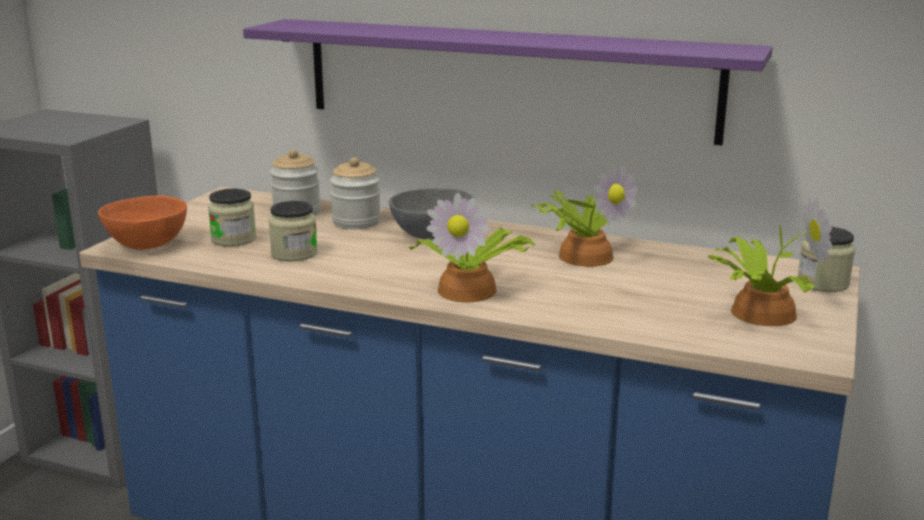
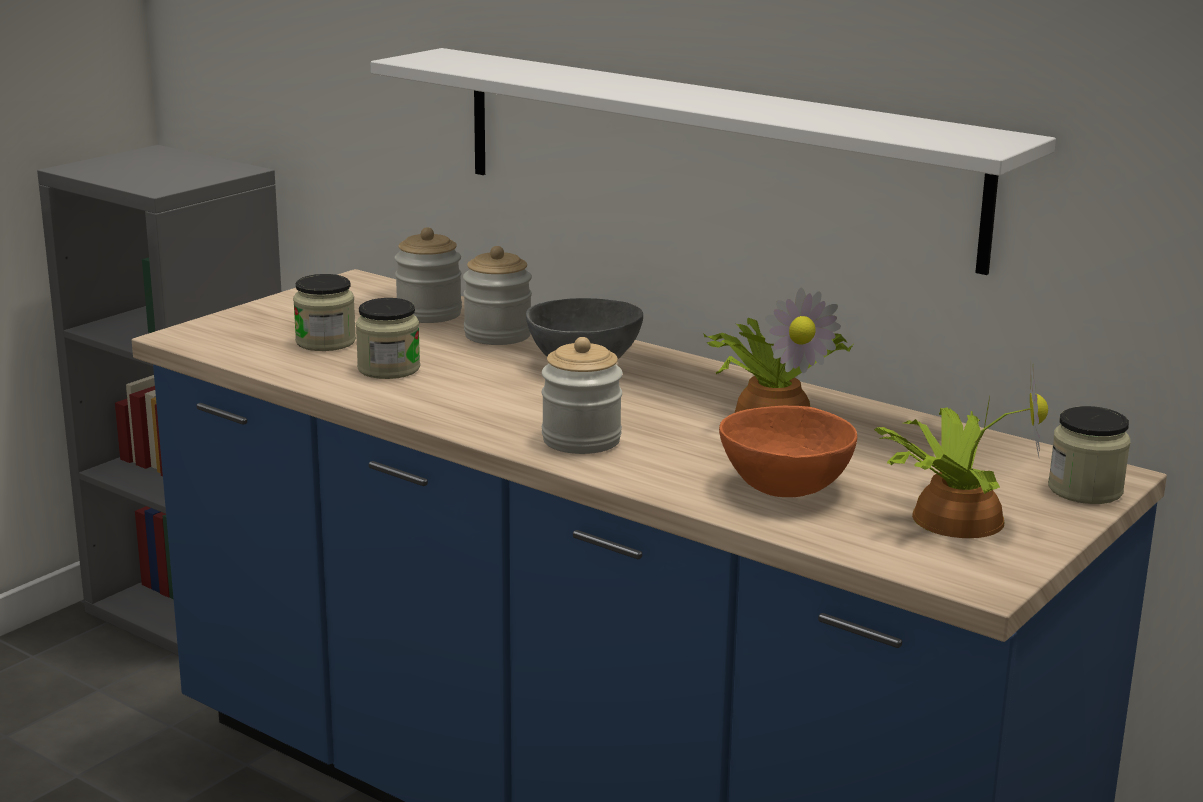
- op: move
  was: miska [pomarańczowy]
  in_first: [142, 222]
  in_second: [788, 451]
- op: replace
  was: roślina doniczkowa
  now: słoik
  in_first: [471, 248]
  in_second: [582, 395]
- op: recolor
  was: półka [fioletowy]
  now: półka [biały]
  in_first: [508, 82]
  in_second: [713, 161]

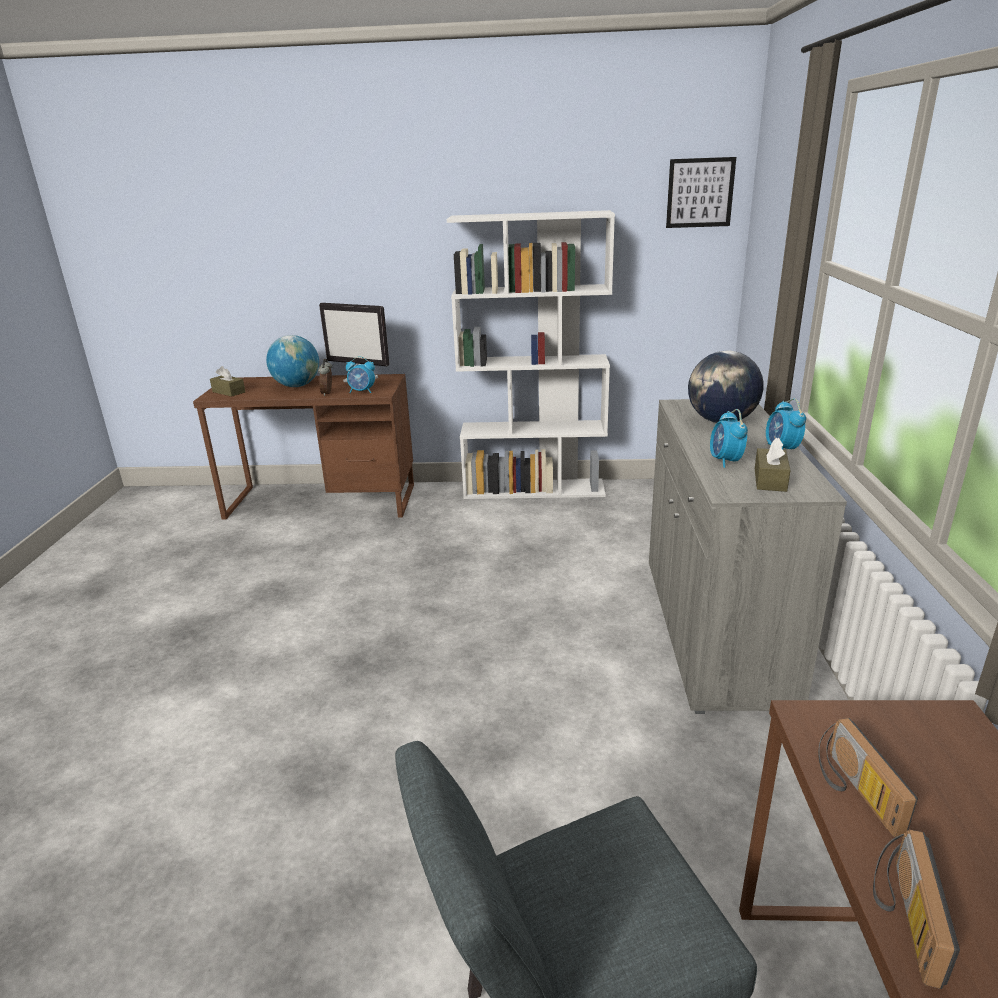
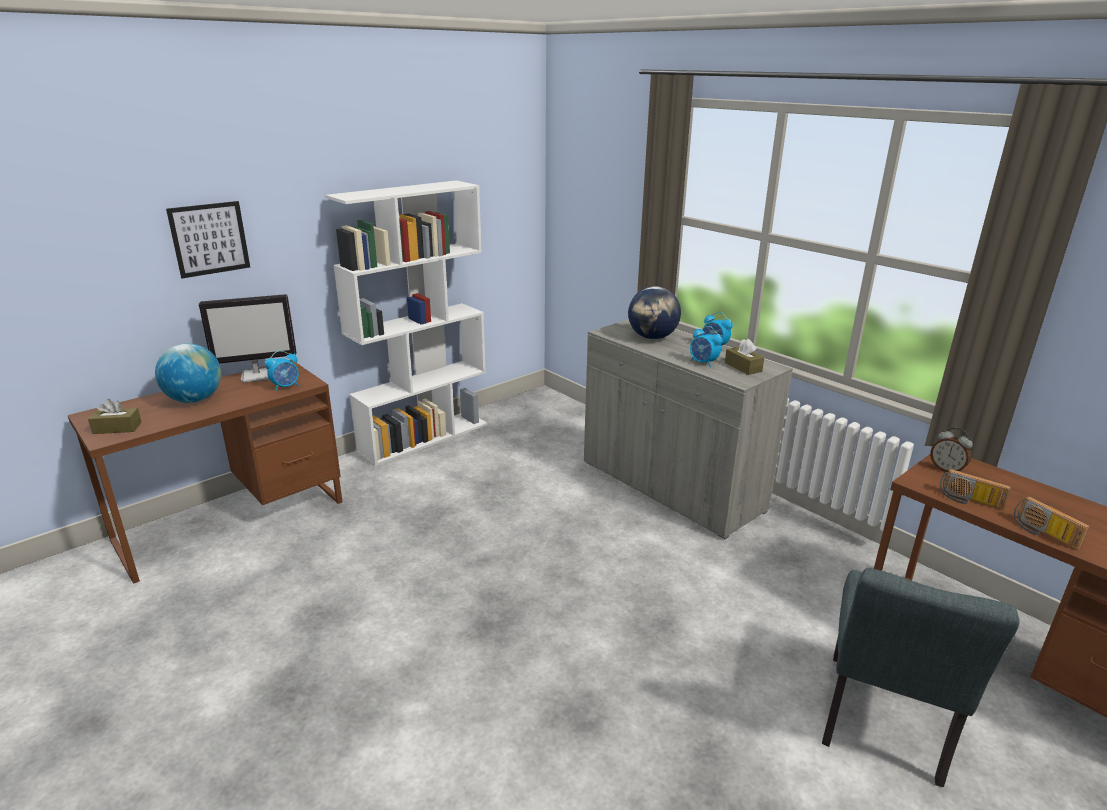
- op: move
  was: budzik
  in_first: [325, 377]
  in_second: [951, 449]
- op: move
  was: obraz
  in_first: [701, 192]
  in_second: [208, 239]

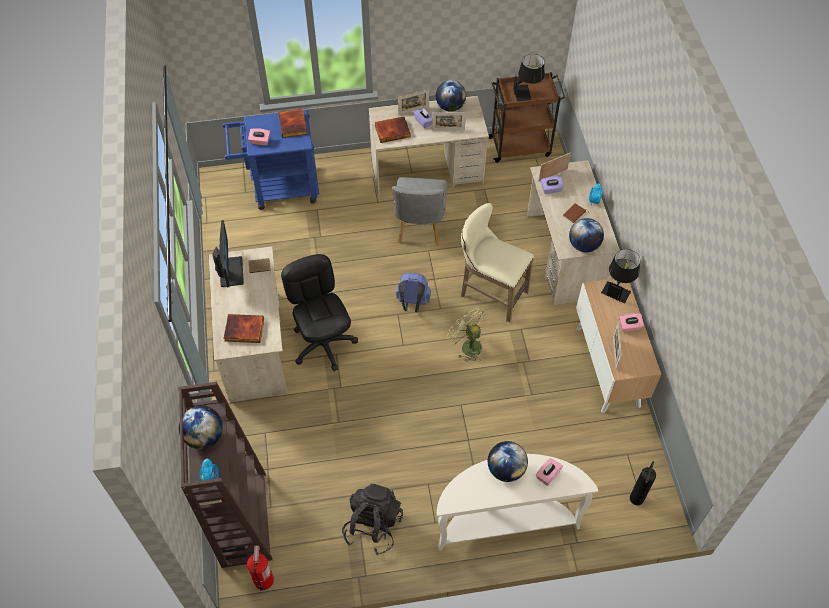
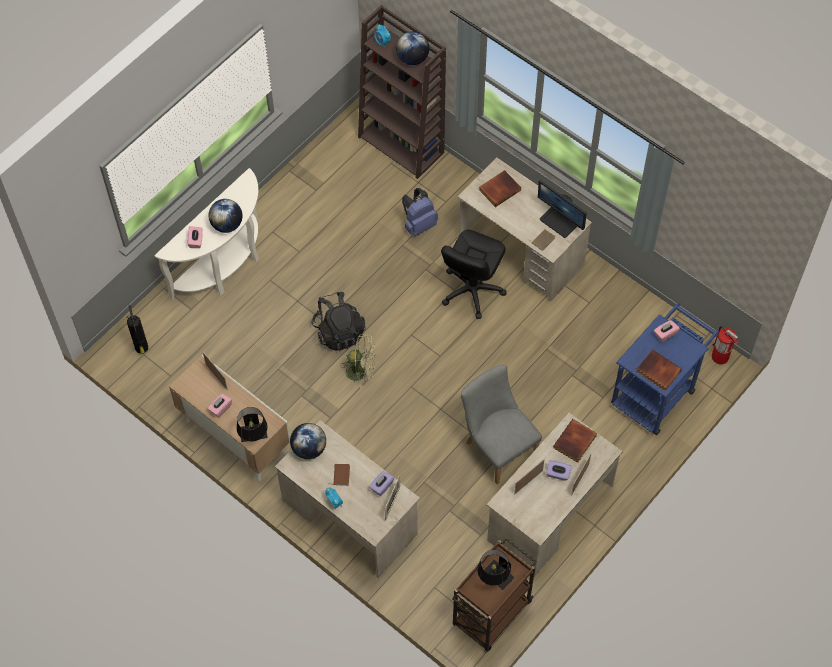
- op: delete
  was: globus
  in_first: [451, 96]
- op: delete
  was: stołek [beżowy]
  in_first: [497, 263]
- op: move
  was: gaśnica
  in_first: [260, 568]
  in_second: [725, 345]
- op: move
  was: plecak [czarny]
  in_first: [372, 519]
  in_second: [338, 321]
- op: move
  was: plecak [niebieski]
  in_first: [413, 293]
  in_second: [420, 212]
- op: rotate
  was: krzesło biurowe [czarny]
  in_first: [319, 312]
  in_second: [474, 274]
  clockwise: 90

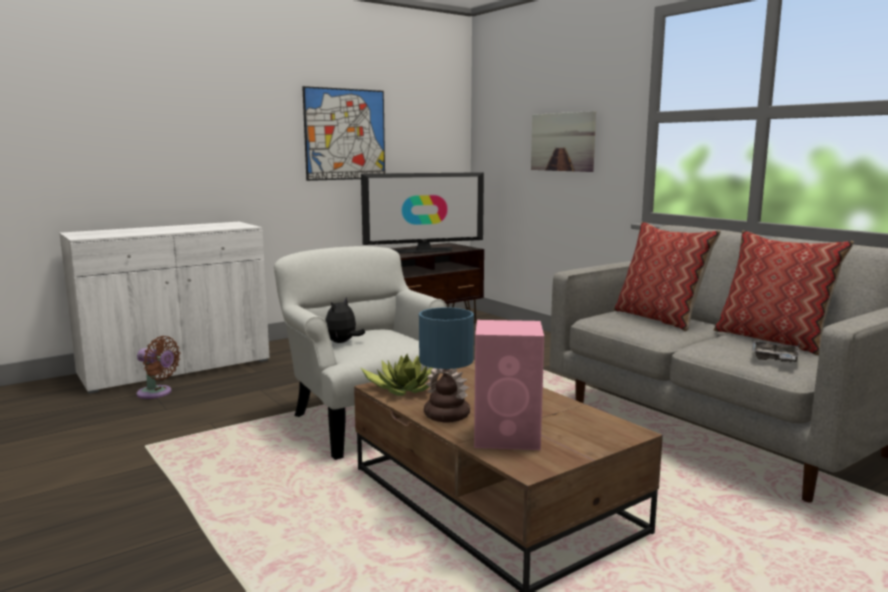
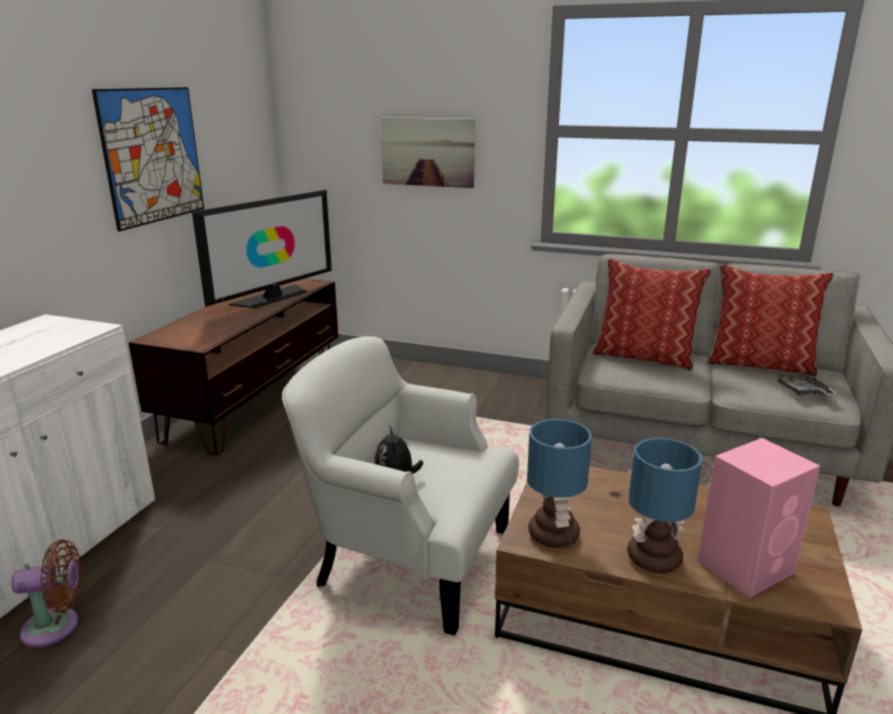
- op: replace
  was: roślina doniczkowa
  now: lampa stołowa
  in_first: [397, 375]
  in_second: [559, 483]

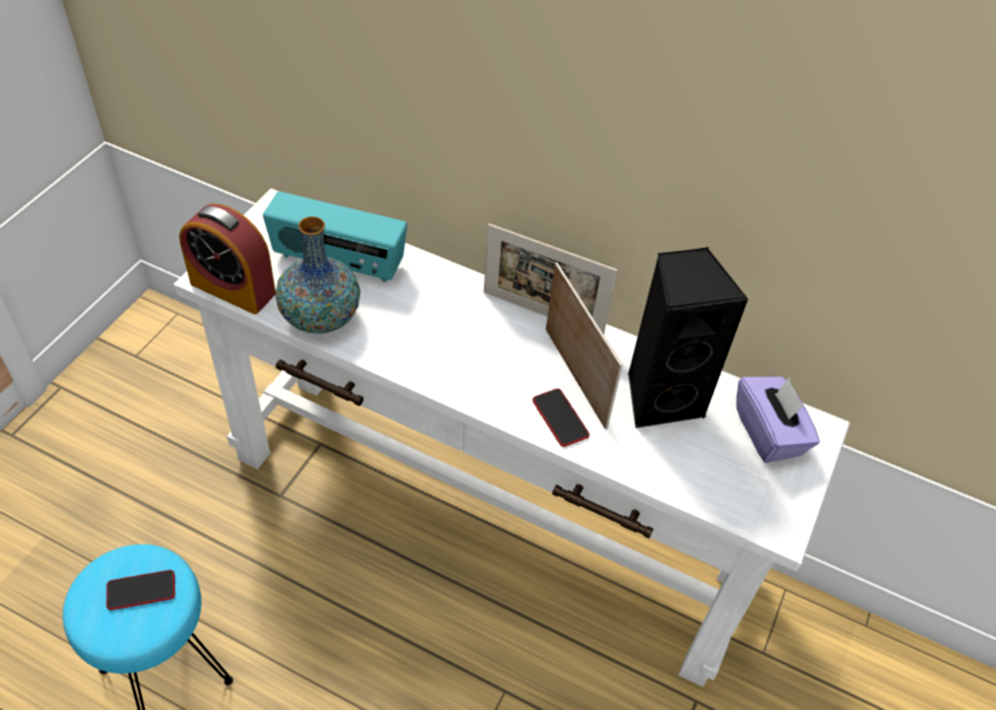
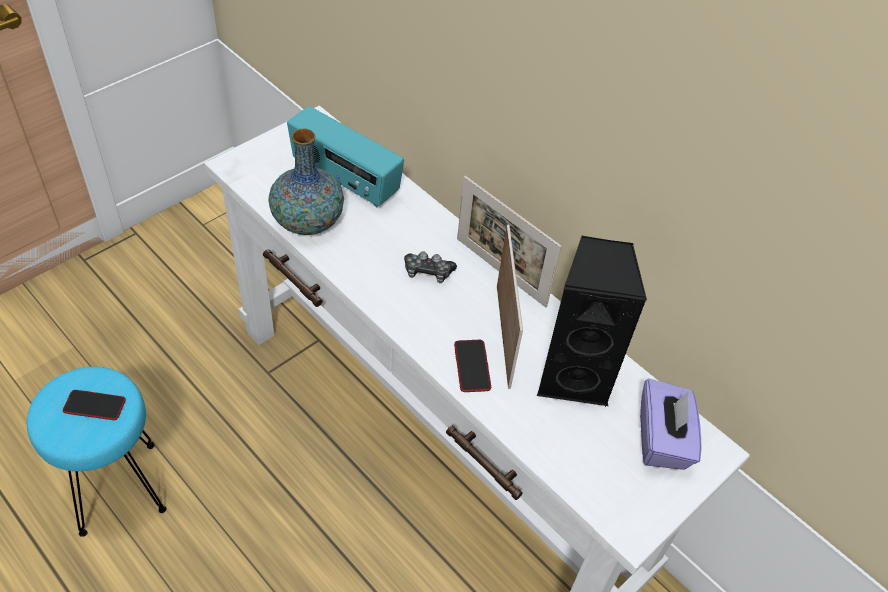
- op: delete
  was: budzik
  in_first: [227, 259]
- op: insert
  now: pad do gier
  in_second: [430, 267]

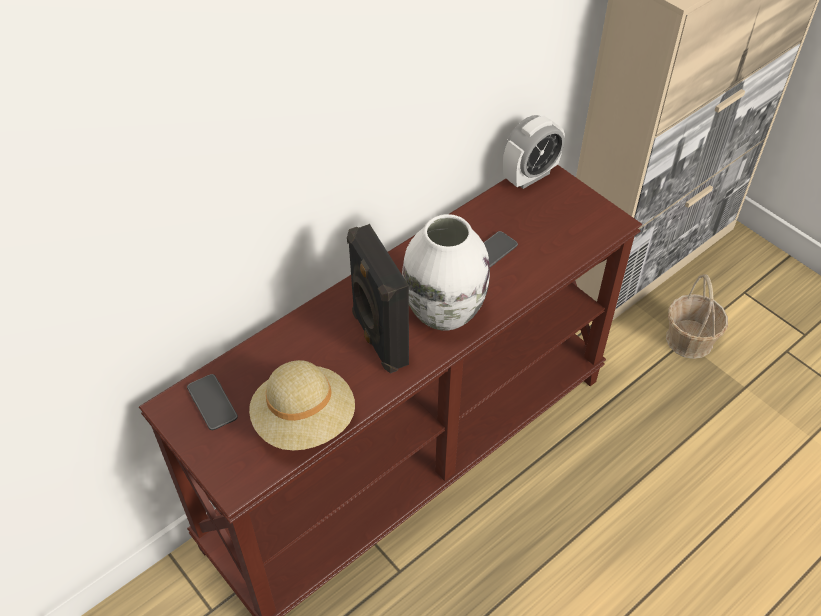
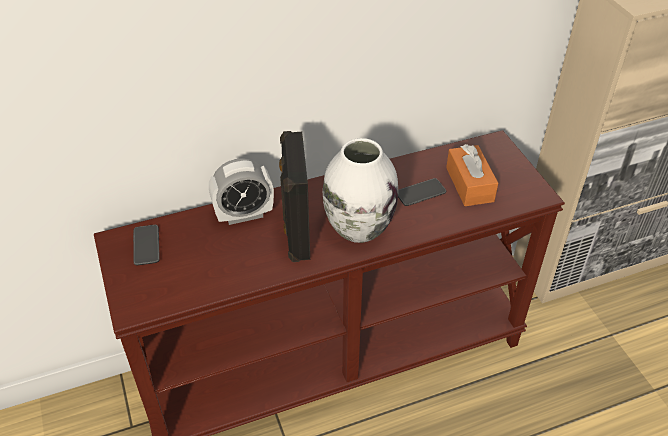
- op: delete
  was: kapelusz [beżowy]
  in_first: [302, 405]
- op: delete
  was: koszyk
  in_first: [697, 316]
- op: insert
  now: pudełko chusteczek [pomarańczowy]
  in_second: [472, 175]
- op: move
  was: budzik
  in_first: [534, 152]
  in_second: [241, 191]

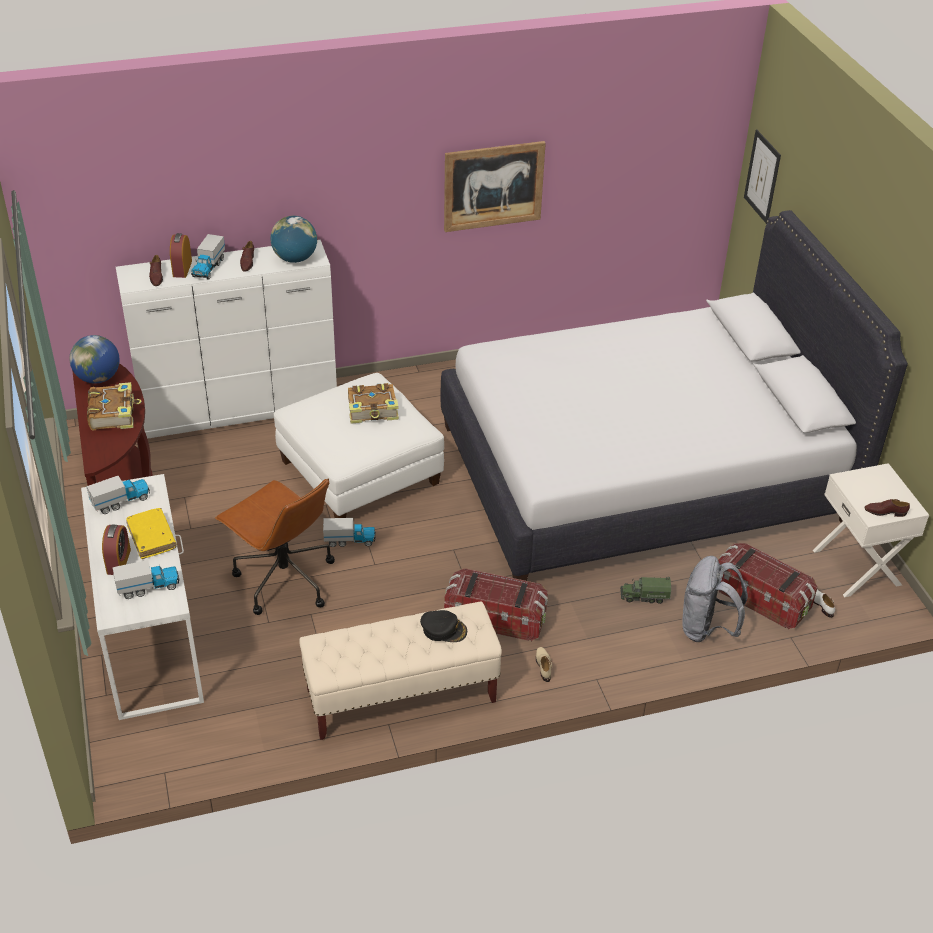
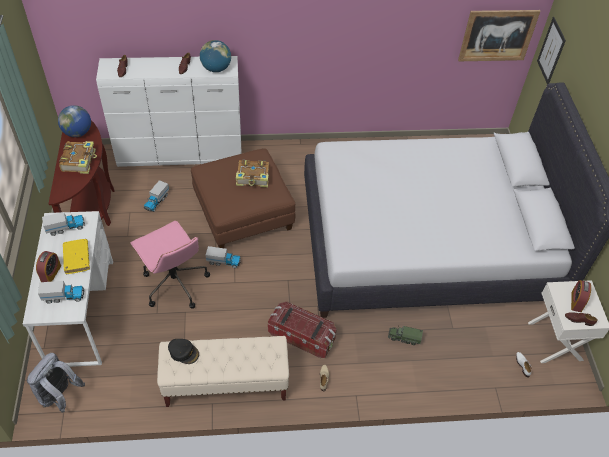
- op: delete
  was: pojemnik do przechowywania
  in_first: [768, 586]
- op: move
  was: budzik
  in_first: [181, 255]
  in_second: [581, 296]
- op: move
  was: ciężarówka zabawkowa
  in_first: [208, 256]
  in_second: [156, 196]
- op: move
  was: czapka z daszkiem [czarny]
  in_first: [443, 626]
  in_second: [183, 351]
- op: move
  was: obraz
  in_first: [495, 186]
  in_second: [499, 35]
- op: move
  was: plecak [szary]
  in_first: [715, 599]
  in_second: [56, 383]
- op: recolor
  was: krzesło biurowe [brązowy]
  now: krzesło biurowe [różowy]
  in_first: [275, 546]
  in_second: [170, 265]
- op: recolor
  was: pufa [biały]
  now: pufa [brązowy]
  in_first: [359, 445]
  in_second: [243, 198]

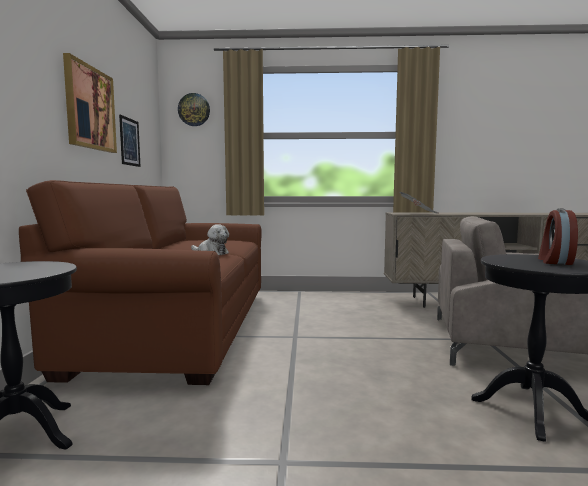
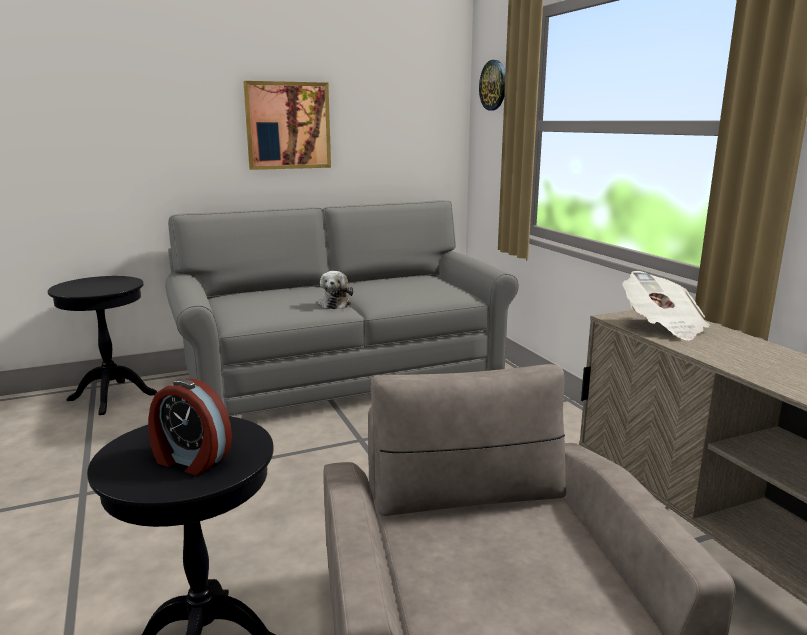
- op: delete
  was: obraz
  in_first: [130, 141]
- op: recolor
  was: kanapa [brązowy]
  now: kanapa [szary]
  in_first: [140, 282]
  in_second: [342, 308]
- op: rotate
  was: budzik
  in_first: [558, 236]
  in_second: [190, 427]
  clockwise: -150

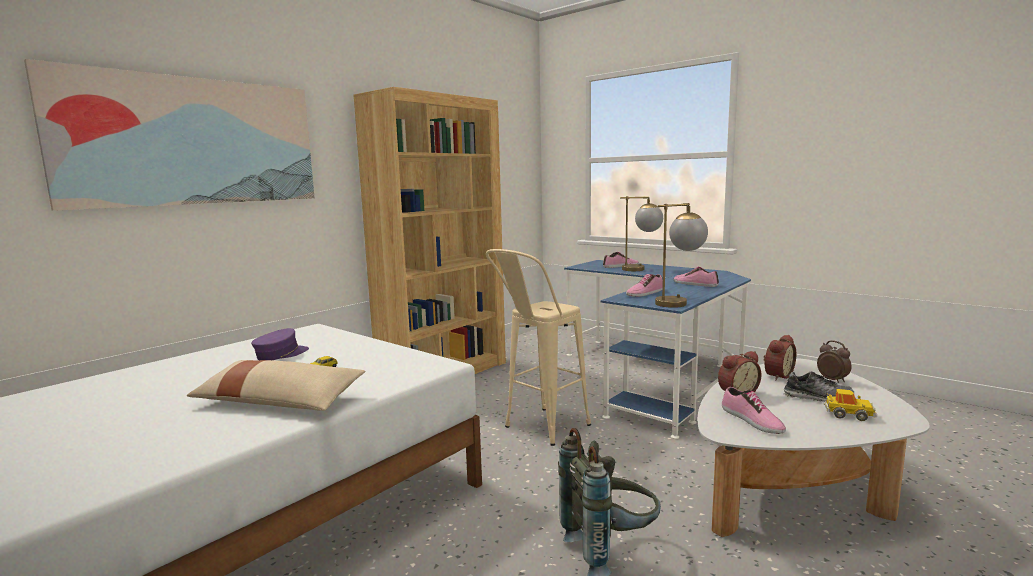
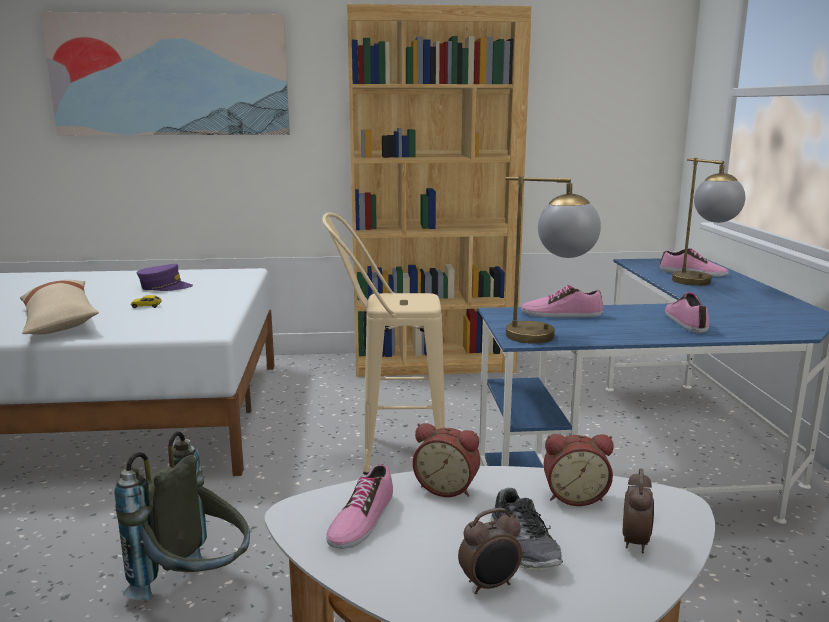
- op: replace
  was: samochodzik
  now: budzik
  in_first: [850, 405]
  in_second: [490, 551]

